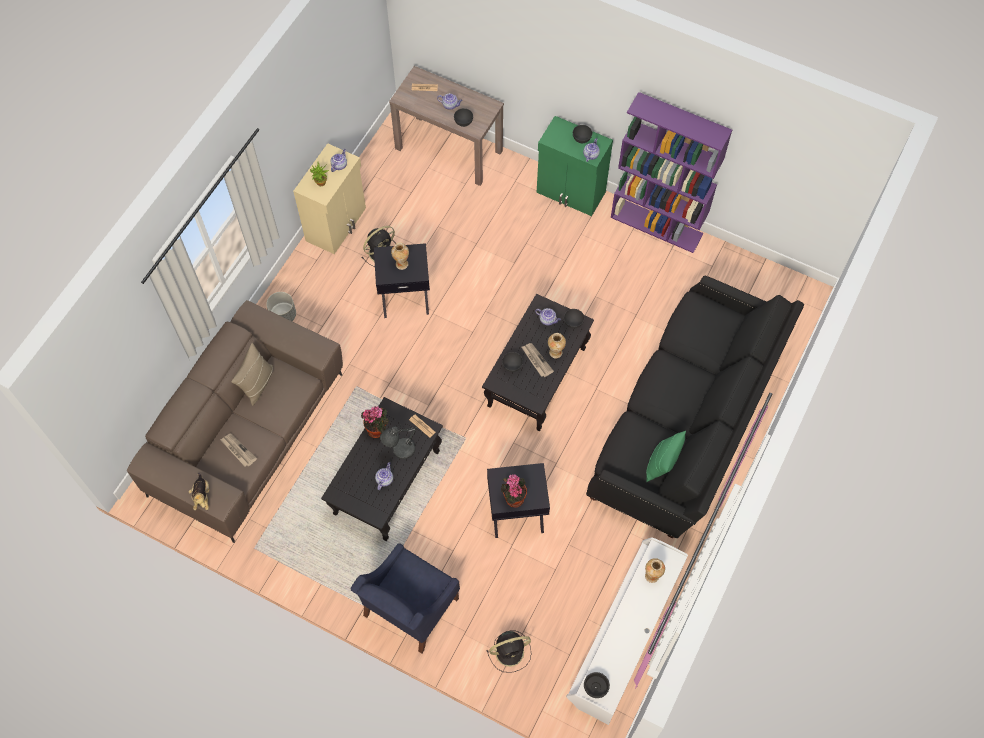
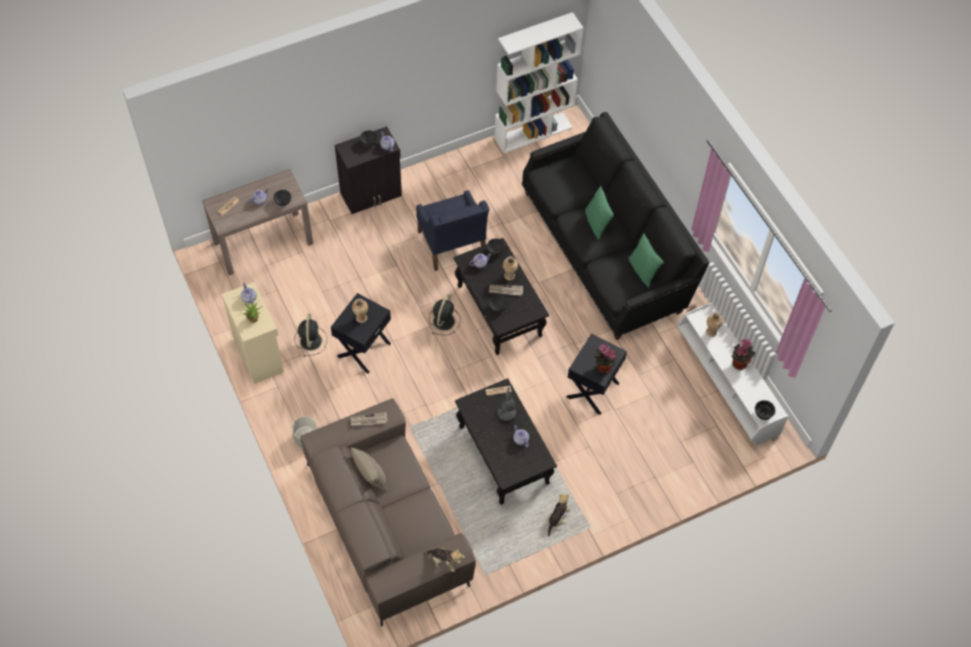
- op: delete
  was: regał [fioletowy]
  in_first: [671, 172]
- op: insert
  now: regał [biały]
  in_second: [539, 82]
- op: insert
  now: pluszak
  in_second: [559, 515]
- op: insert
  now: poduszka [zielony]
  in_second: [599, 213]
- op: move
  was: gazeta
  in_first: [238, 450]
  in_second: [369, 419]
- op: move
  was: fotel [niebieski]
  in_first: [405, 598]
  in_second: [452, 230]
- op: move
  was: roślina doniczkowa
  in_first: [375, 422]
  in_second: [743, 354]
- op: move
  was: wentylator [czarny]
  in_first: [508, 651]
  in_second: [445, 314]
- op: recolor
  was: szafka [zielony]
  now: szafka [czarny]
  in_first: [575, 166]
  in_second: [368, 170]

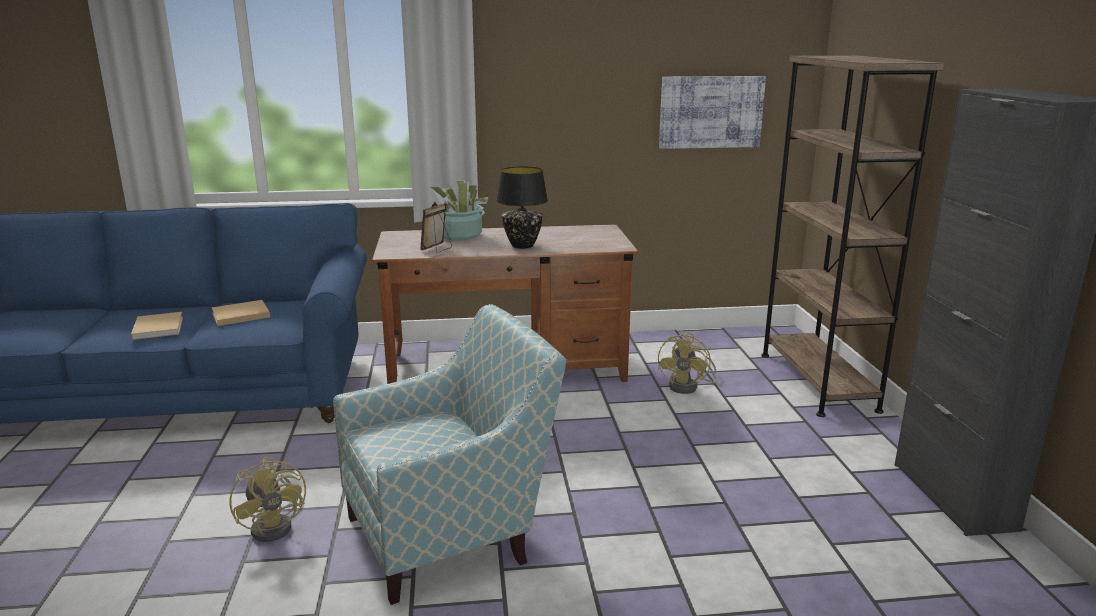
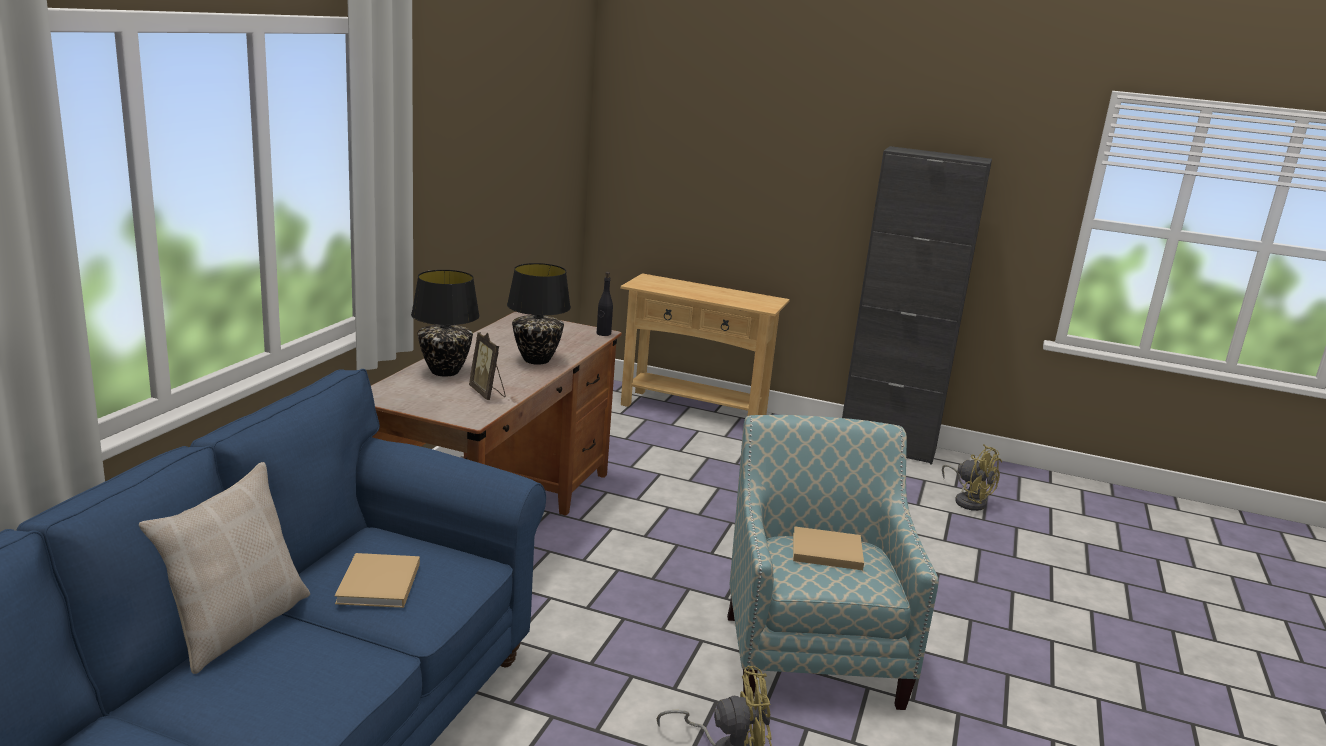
- op: delete
  was: obraz
  in_first: [712, 112]
- op: insert
  now: poduszka [beżowy]
  in_second: [224, 568]
- op: insert
  now: butelka [czarny]
  in_second: [605, 304]
- op: move
  was: książka [beżowy]
  in_first: [157, 326]
  in_second: [828, 548]
- op: move
  was: wentylator [żółty]
  in_first: [687, 363]
  in_second: [972, 477]
- op: replace
  was: roślina doniczkowa
  now: lampa stołowa [czarny]
  in_first: [459, 210]
  in_second: [445, 323]
- op: replace
  was: regał [brązowy]
  now: stolik konsolowy [beżowy]
  in_first: [852, 236]
  in_second: [705, 344]

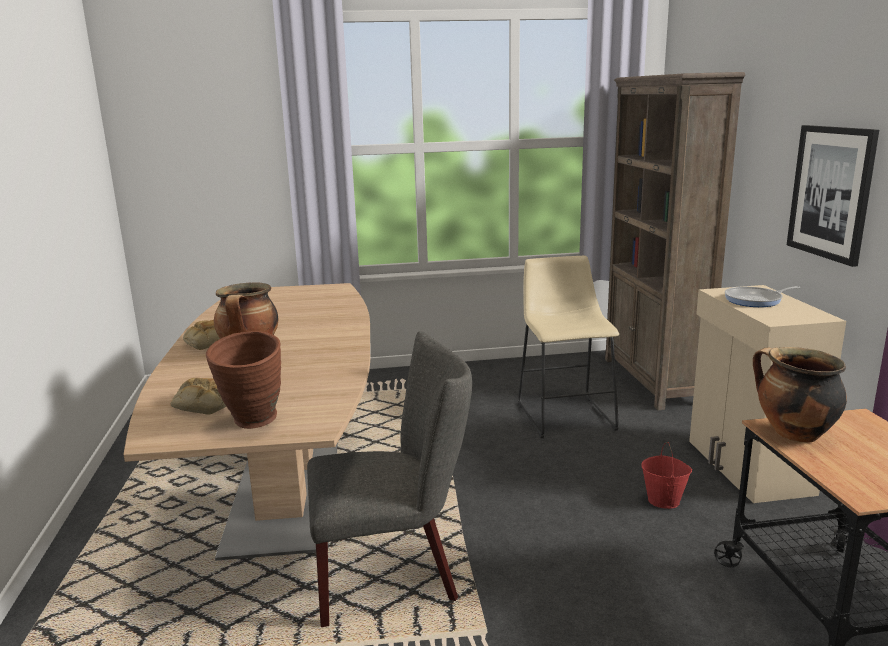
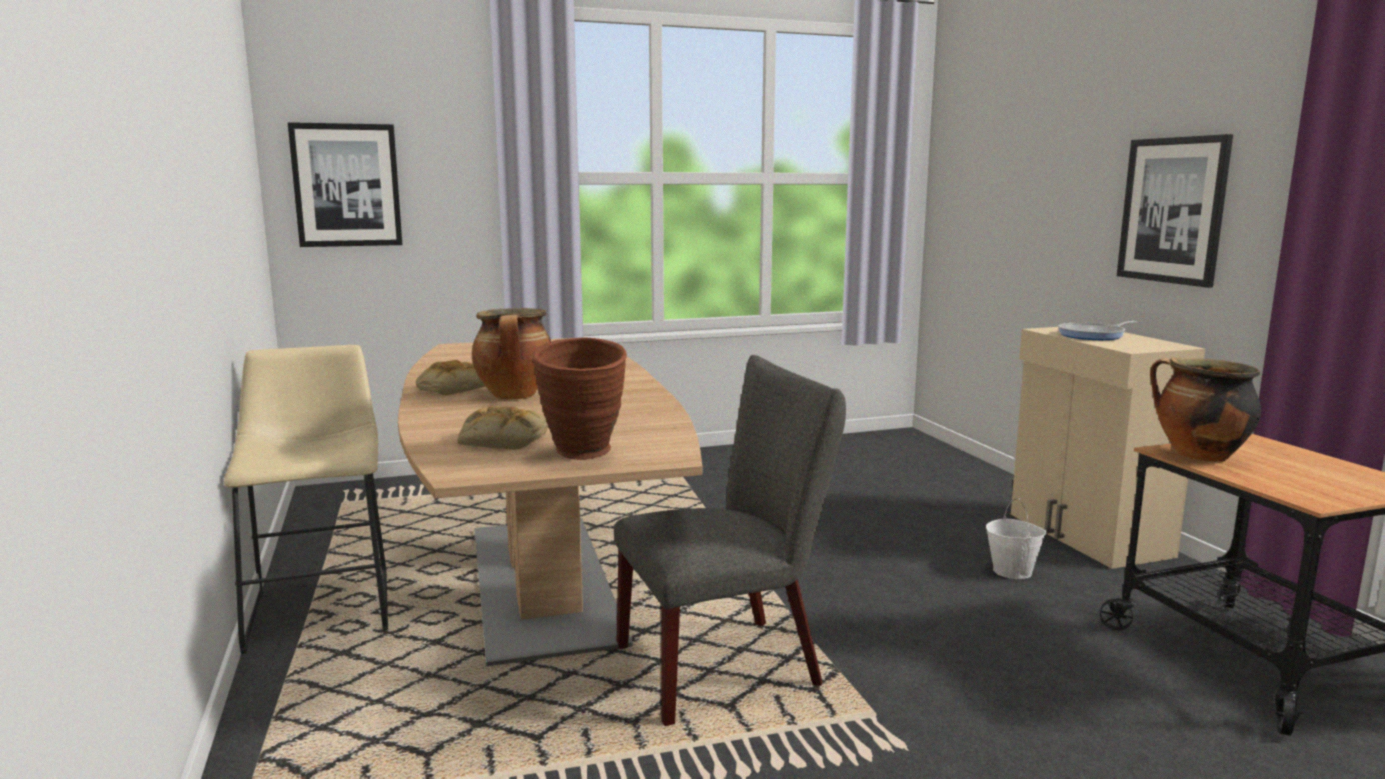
- op: delete
  was: regał [brązowy]
  in_first: [675, 241]
- op: insert
  now: obraz
  in_second: [345, 184]
- op: move
  was: stołek [beżowy]
  in_first: [568, 347]
  in_second: [306, 499]
- op: recolor
  was: wiadro [czerwony]
  now: wiadro [biały]
  in_first: [666, 475]
  in_second: [1016, 538]

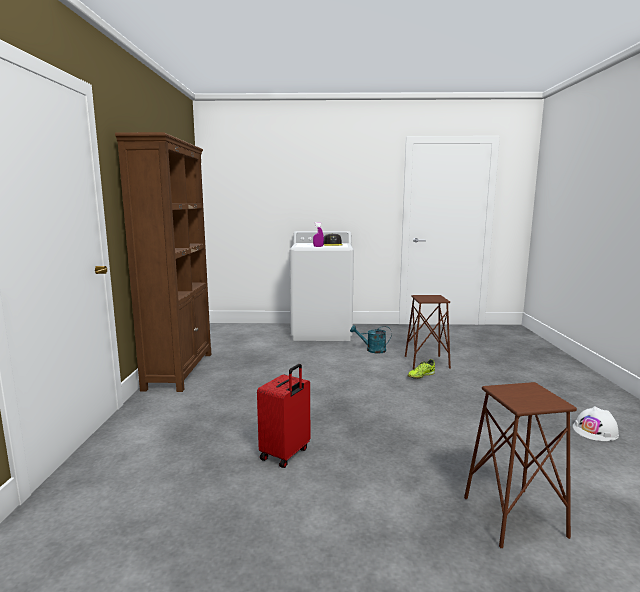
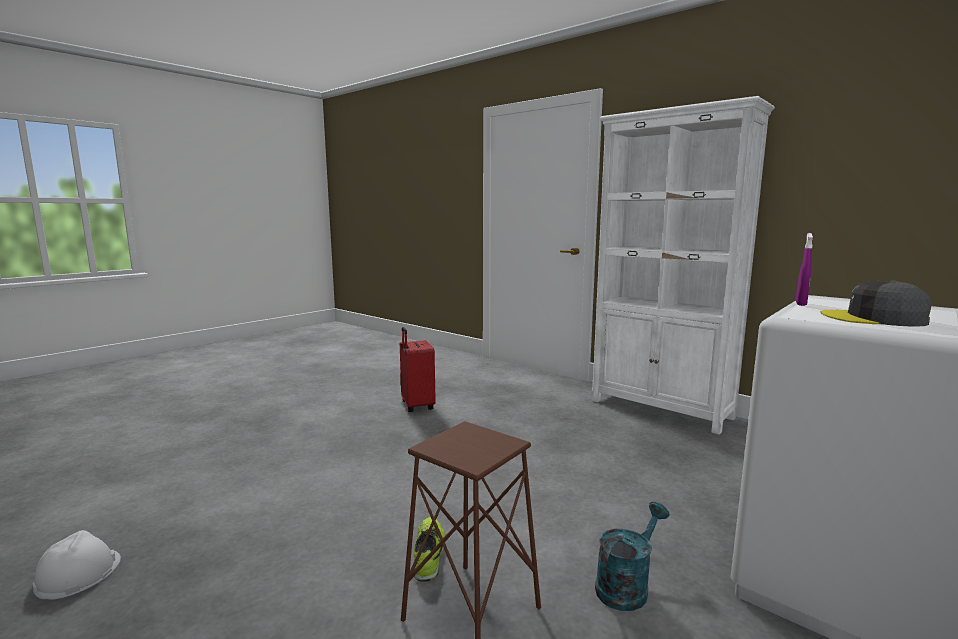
- op: delete
  was: stołek [brązowy]
  in_first: [520, 465]
- op: recolor
  was: regał [brązowy]
  now: regał [biały]
  in_first: [163, 262]
  in_second: [683, 265]

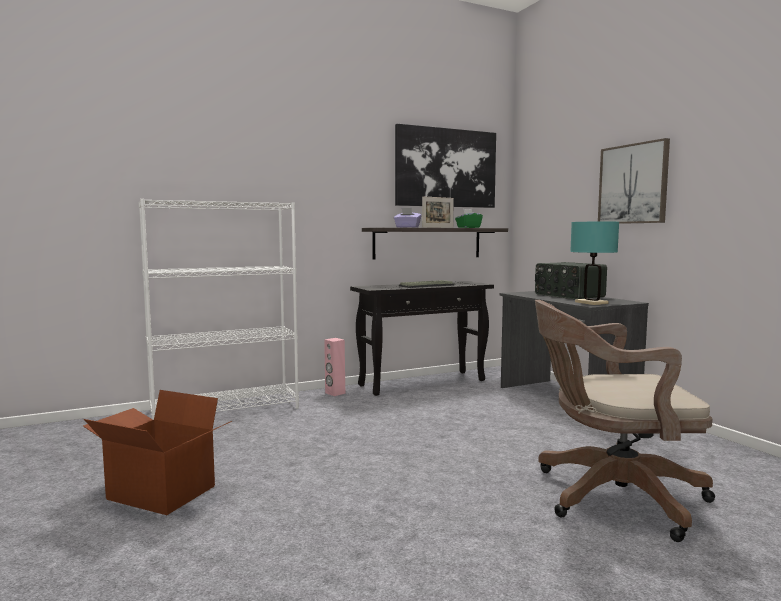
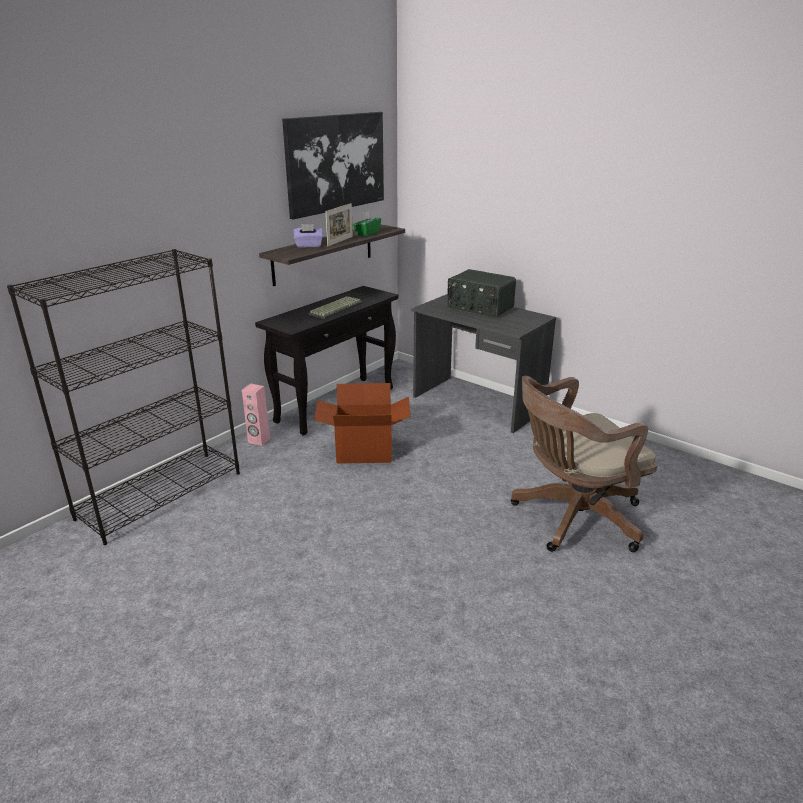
- op: delete
  was: lampa stołowa [turkusowy]
  in_first: [594, 263]
- op: delete
  was: obraz
  in_first: [634, 181]
- op: move
  was: karton
  in_first: [157, 452]
  in_second: [362, 423]
- op: recolor
  was: regał [biały]
  now: regał [czarny]
  in_first: [218, 309]
  in_second: [123, 397]

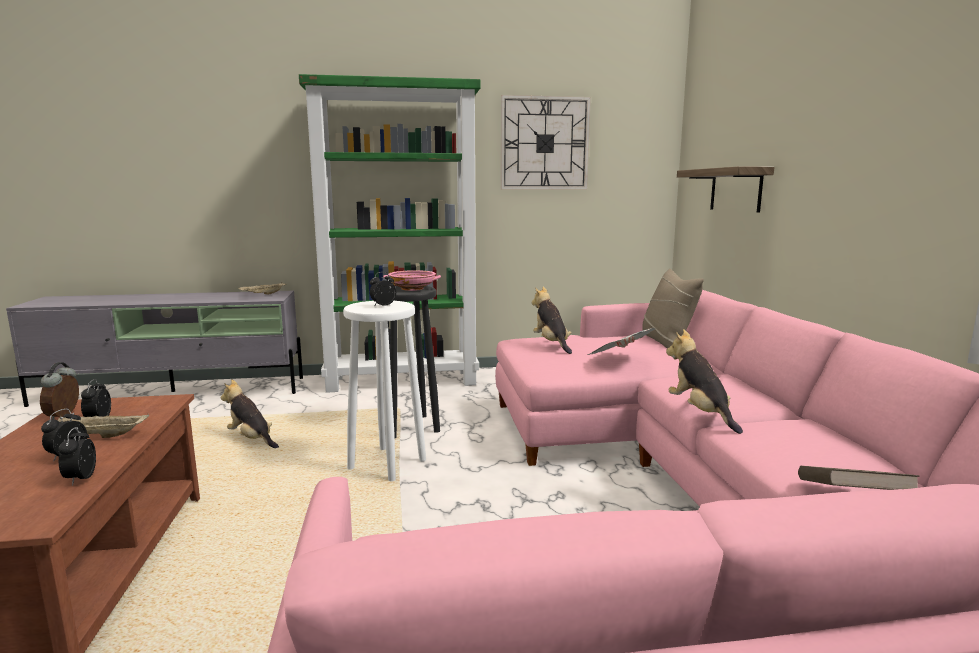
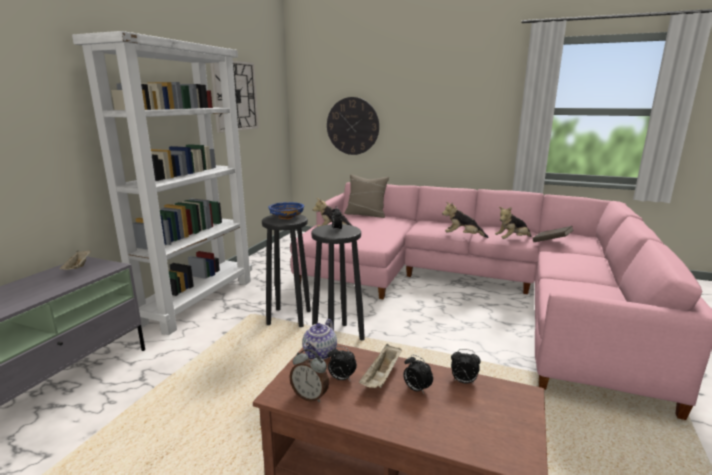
- op: delete
  was: gazeta
  in_first: [621, 341]
- op: insert
  now: imbryk
  in_second: [319, 339]
- op: move
  was: pluszak
  in_first: [250, 413]
  in_second: [513, 223]
- op: replace
  was: półka
  now: zegar ścienny
  in_first: [725, 189]
  in_second: [353, 126]
- op: recolor
  was: regał [zielony]
  now: regał [biały]
  in_first: [389, 233]
  in_second: [162, 183]
- op: recolor
  was: stołek [biały]
  now: stołek [czarny]
  in_first: [384, 391]
  in_second: [338, 282]
- op: recolor
  was: miska [różowy]
  now: miska [niebieski]
  in_first: [412, 280]
  in_second: [286, 211]

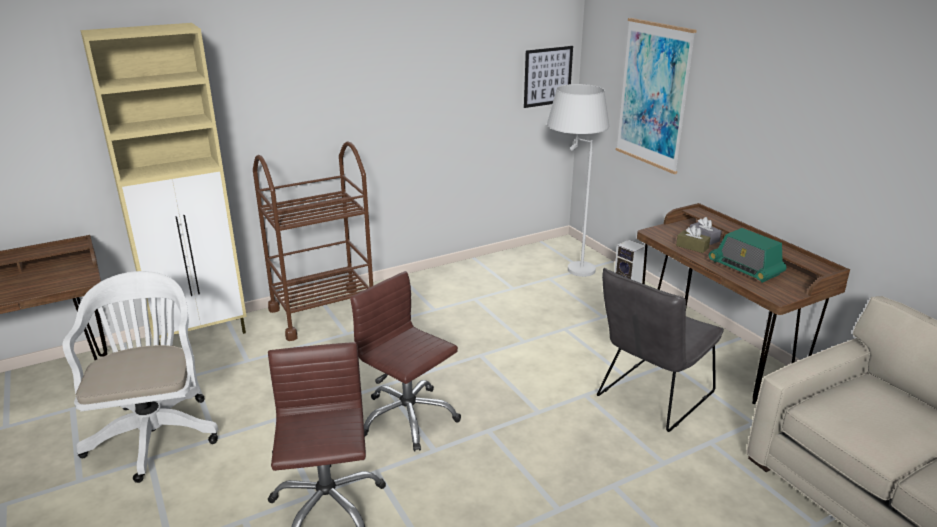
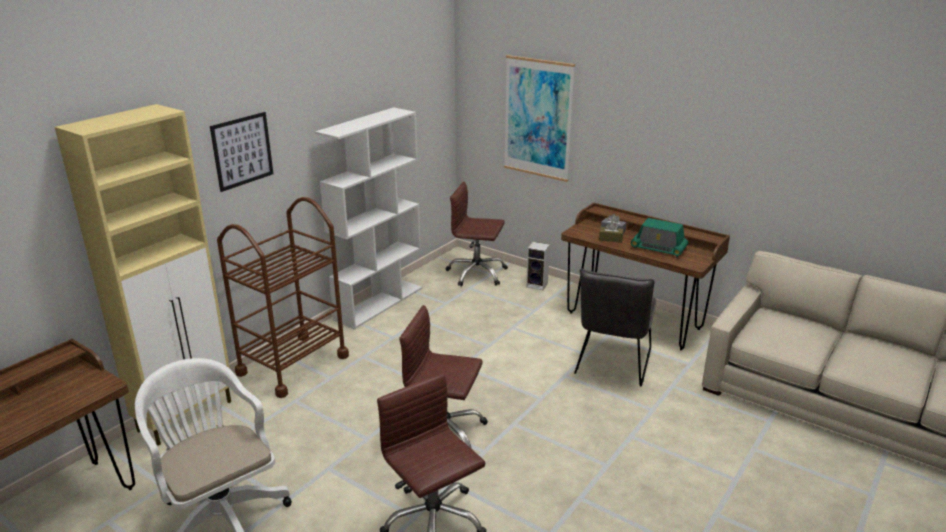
- op: insert
  now: regał [biały]
  in_second: [368, 218]
- op: move
  was: obraz
  in_first: [548, 77]
  in_second: [241, 152]
- op: replace
  was: lampa stojąca [biały]
  now: krzesło biurowe [brązowy]
  in_first: [578, 180]
  in_second: [477, 234]

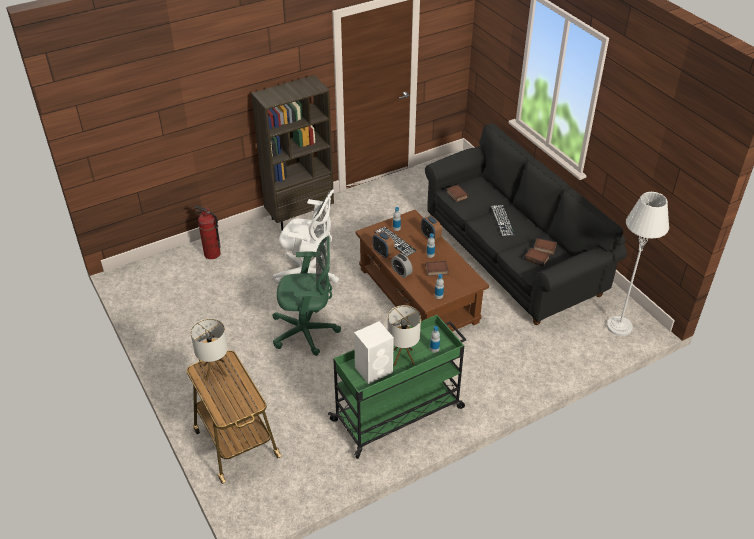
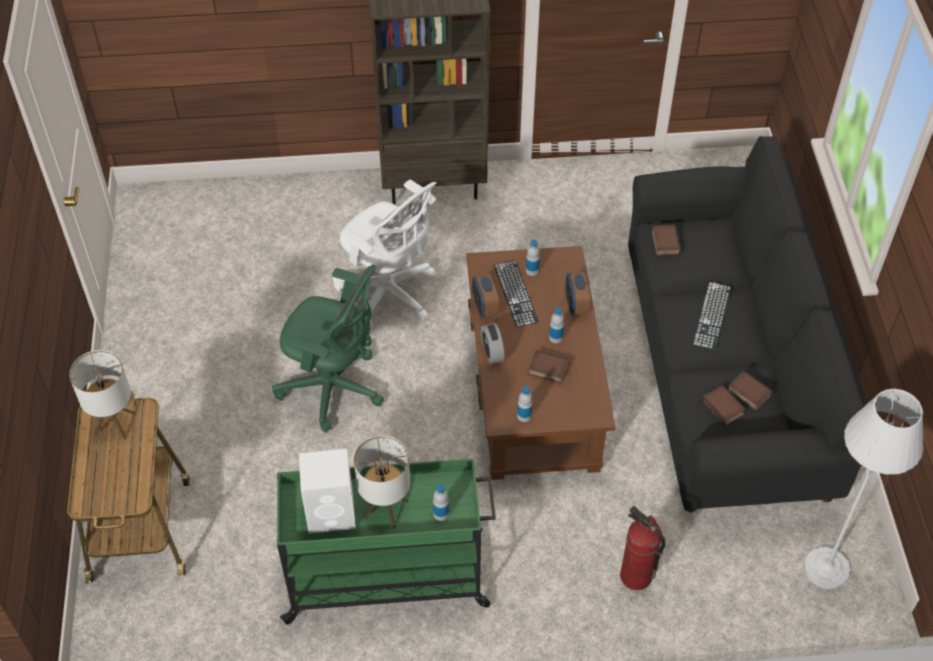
- op: move
  was: gaśnica
  in_first: [207, 232]
  in_second: [642, 548]

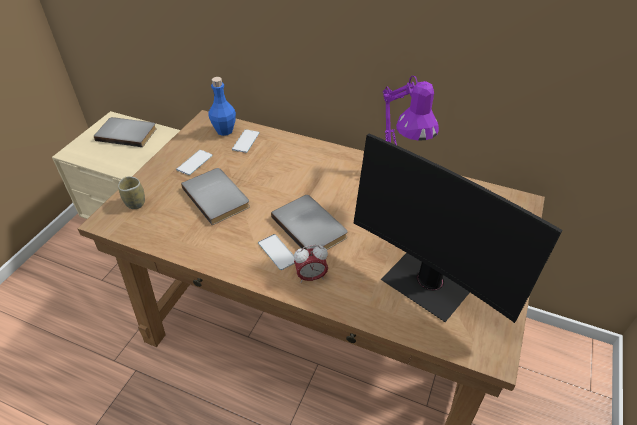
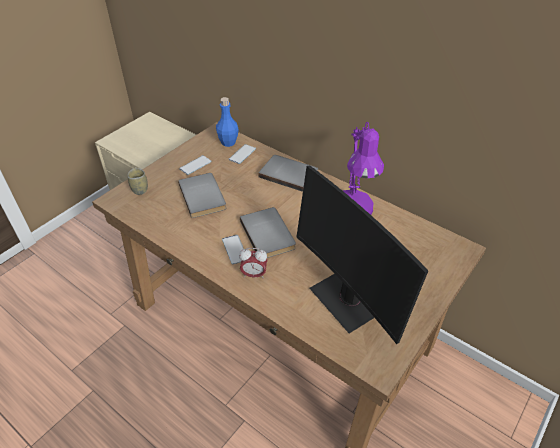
- op: move
  was: książka [szary]
  in_first: [125, 132]
  in_second: [288, 173]

